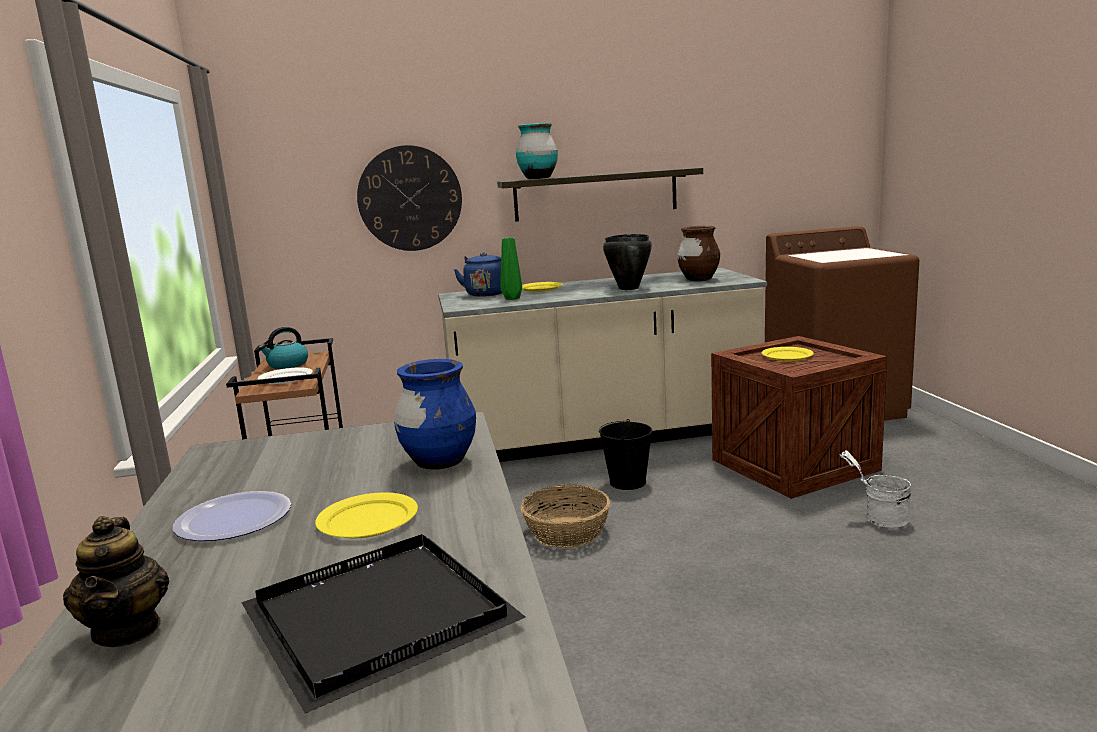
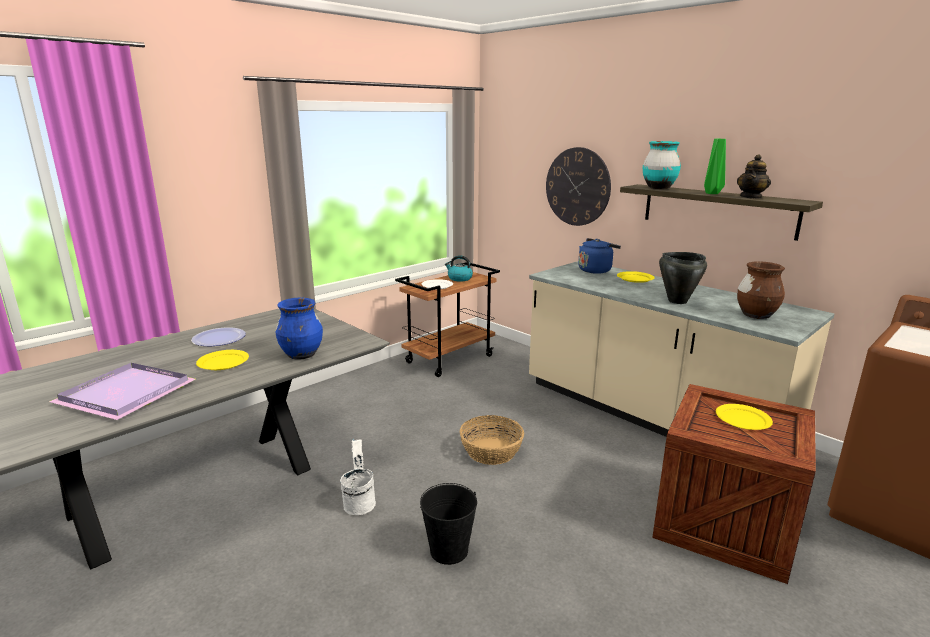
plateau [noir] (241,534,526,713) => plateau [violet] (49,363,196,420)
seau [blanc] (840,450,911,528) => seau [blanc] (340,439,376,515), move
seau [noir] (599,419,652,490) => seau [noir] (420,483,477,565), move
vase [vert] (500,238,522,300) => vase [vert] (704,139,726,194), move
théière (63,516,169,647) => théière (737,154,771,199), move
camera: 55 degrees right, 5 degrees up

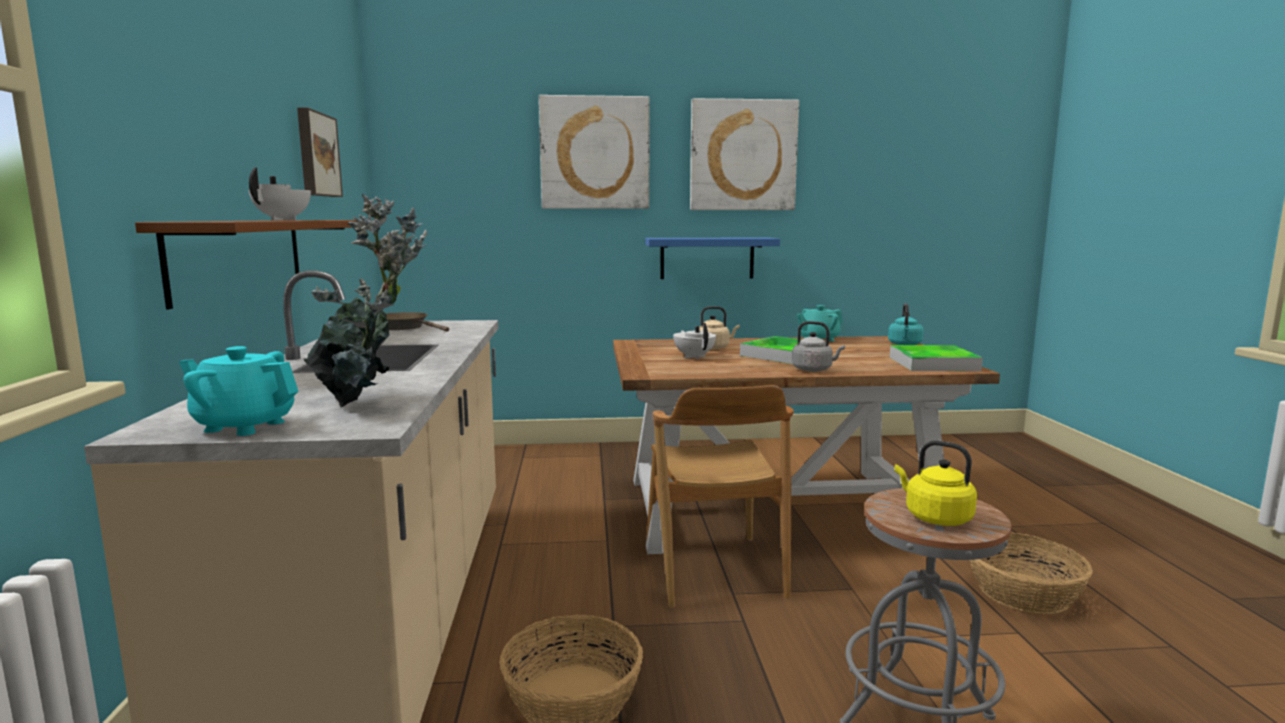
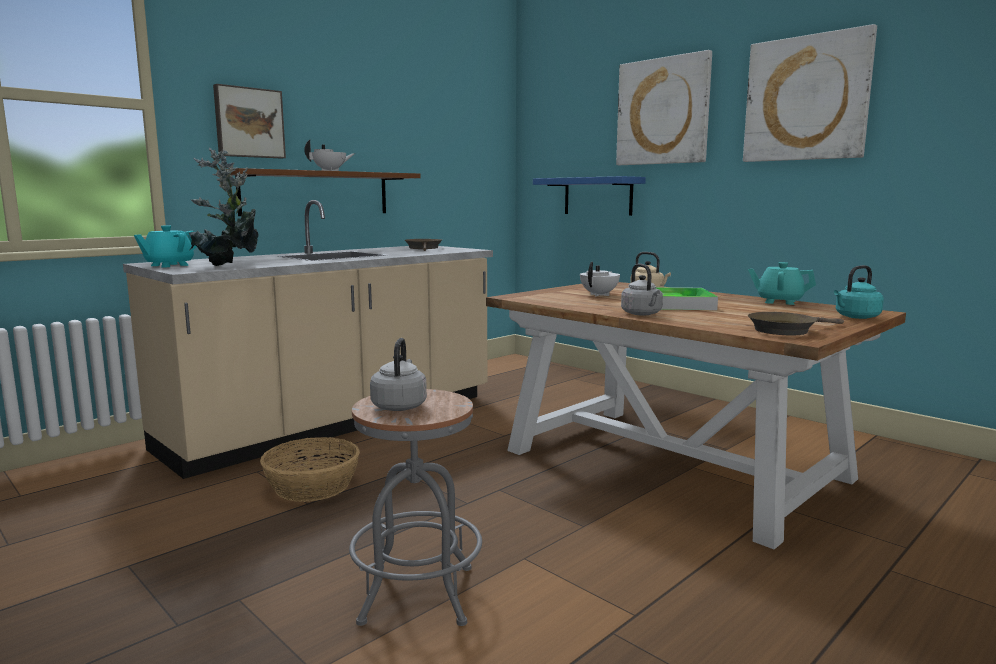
théière [turquoise] (179,346,298,436) => théière [turquoise] (134,225,197,267), 120 degrees counterclockwise
tableau (297,107,343,197) => tableau (213,84,286,158), move
bouilloire [jaune] (894,440,977,526) => bouilloire [gris] (370,338,427,411)
étagère [bleu] (645,238,780,279) => étagère [bleu] (533,176,646,216), move
plateau (890,345,983,371) => poêle [marron] (748,312,844,335)
chaise [marron] (647,385,794,608) => nothing
panier (969,532,1093,614) => nothing
camera: 50 degrees right, 0 degrees up

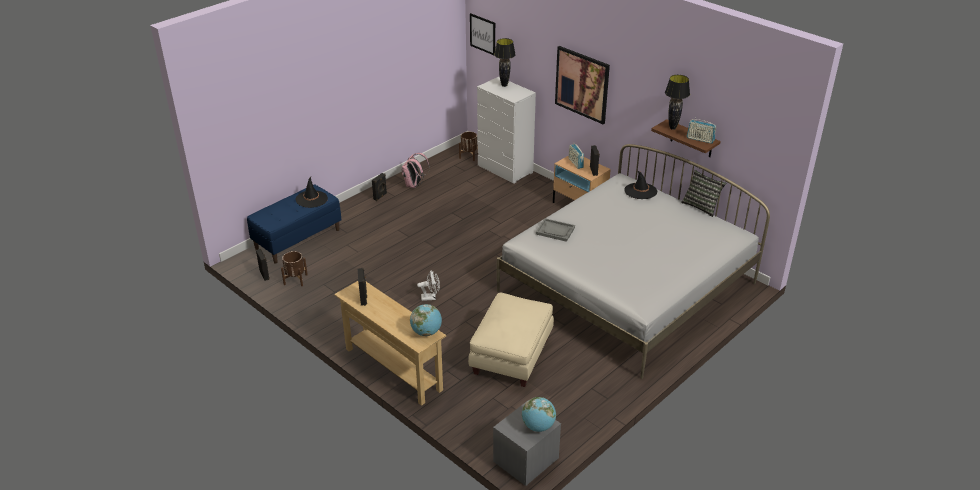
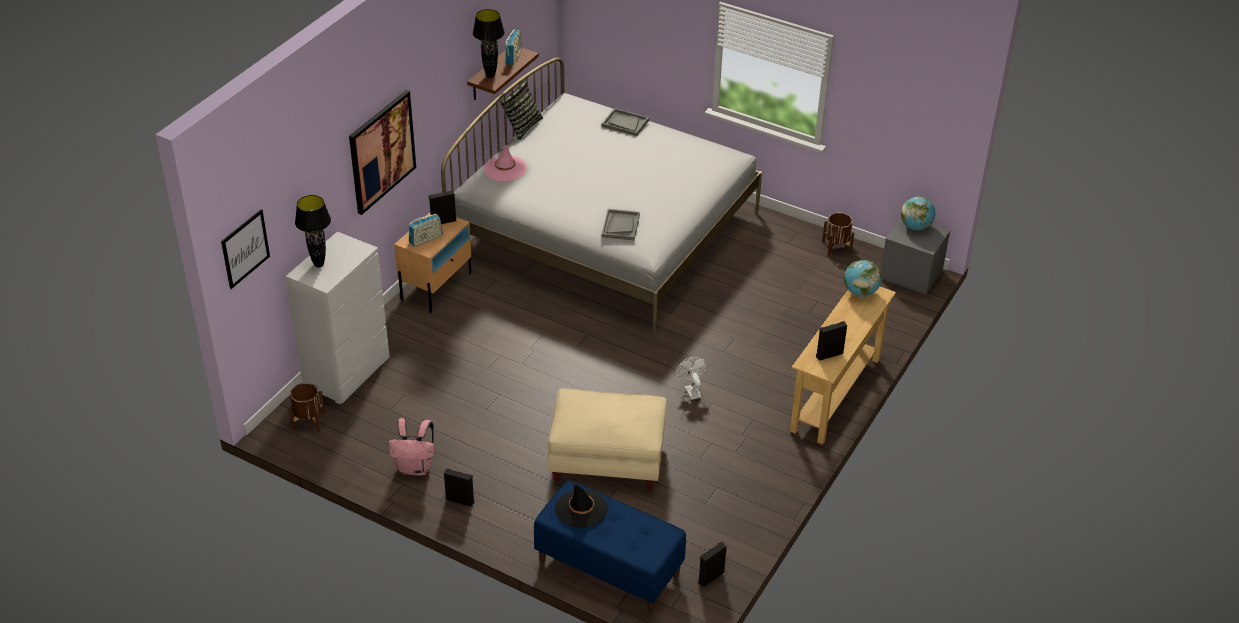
chapeau [noir] (624,171,657,199) => chapeau [rose] (484,146,527,182)
pouf [beige] (468,293,554,387) => pouf [beige] (547,389,667,489), move
nothing => plateau [gris] (602,108,649,136)
cache-pot [marron] (281,251,308,286) => cache-pot [marron] (822,212,854,256), move
camera: 105 degrees left, 5 degrees up

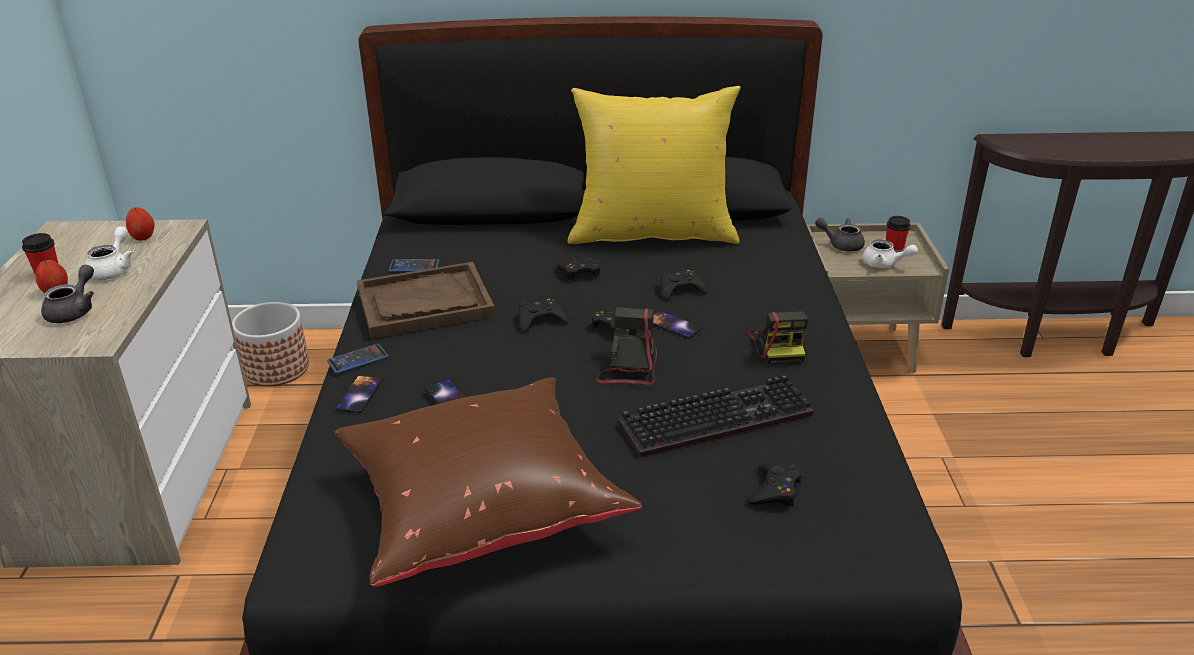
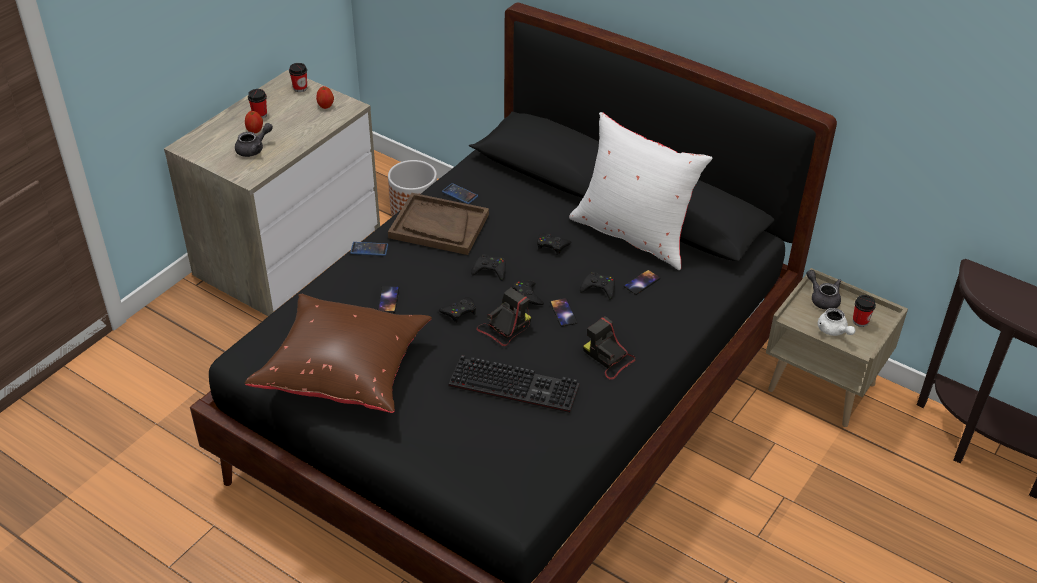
nothing => tasse (289,63,307,92)
manette [noir] (747,462,802,507) => manette [noir] (439,297,476,323), move
coussin [jaune] (568,86,741,244) => coussin [blanc] (569,112,713,270)
appareil photo (748,311,808,364) => appareil photo (583,316,636,380), 105 degrees clockwise
téléphone (336,375,383,413) => téléphone (624,270,660,295), move
théière [blanc] (84,227,134,280) => nothing
camera: 35 degrees right, 10 degrees up

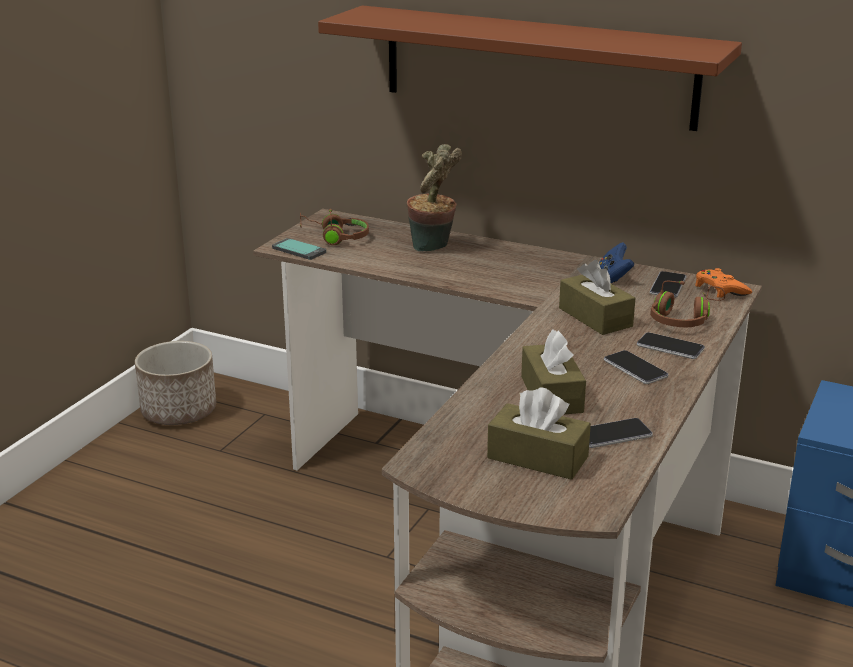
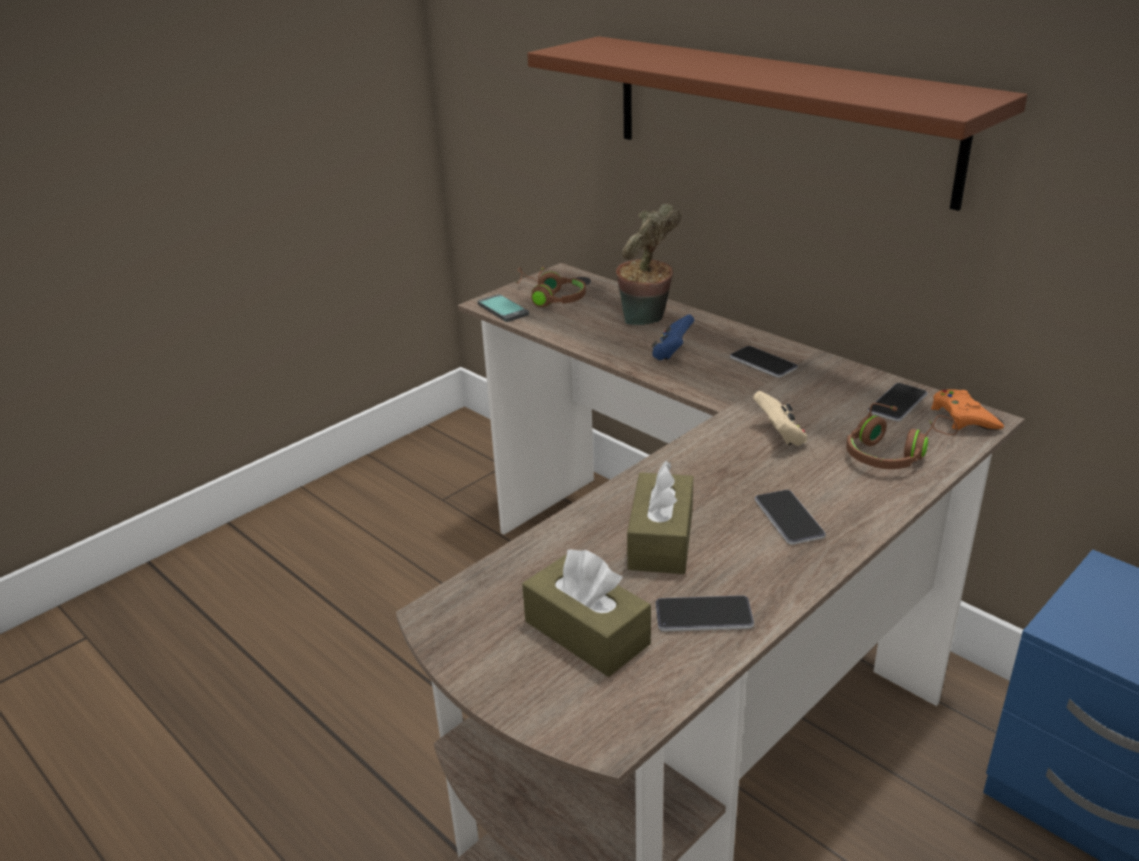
manette [bleu] (599,242,634,283) => manette [bleu] (651,314,695,360), move
téléphone (637,332,705,359) => téléphone (730,346,798,378), move
boîte à mouchoirs [marron] (559,260,635,335) => manette [beige] (753,391,807,446)
cache-pot (135,341,216,425) => nothing
camera: 20 degrees right, 5 degrees up

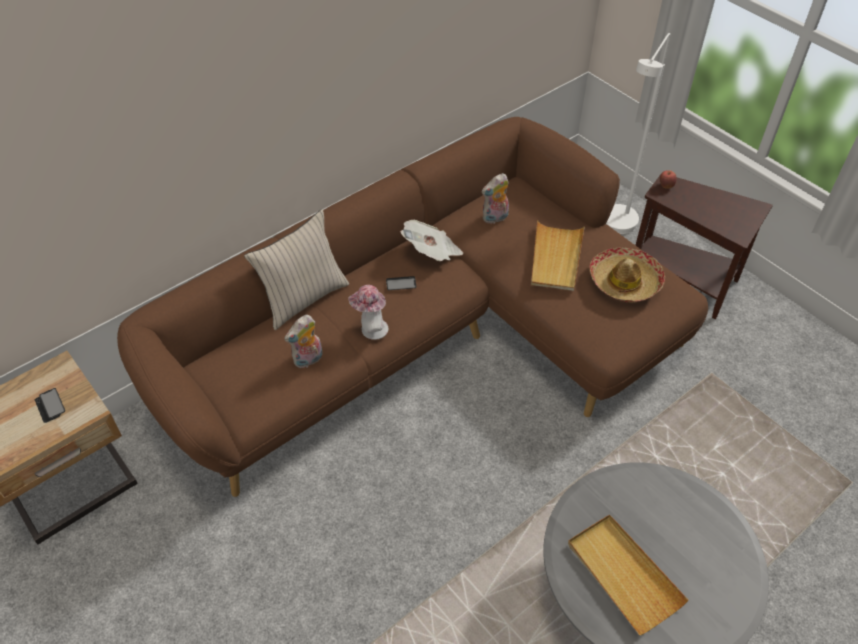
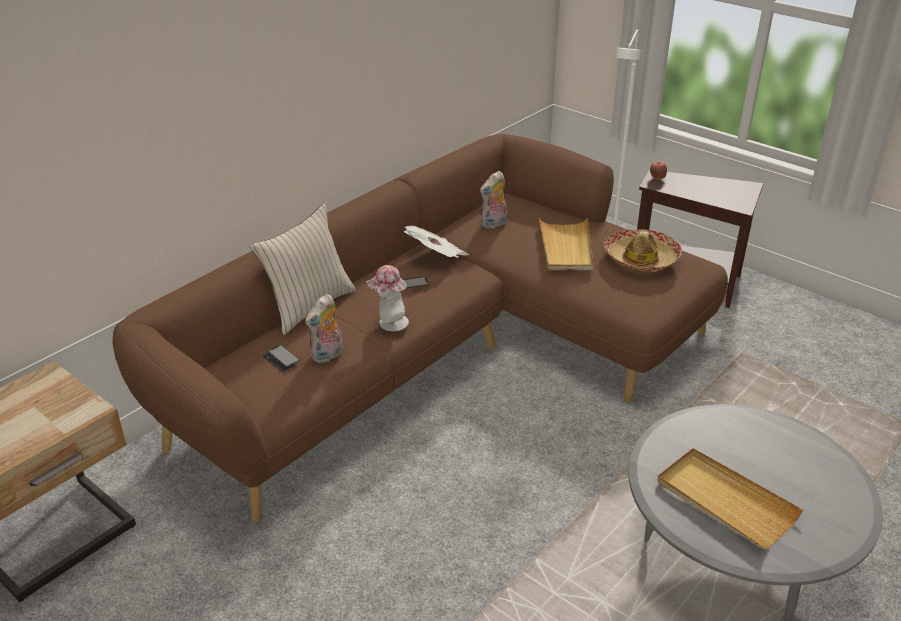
téléphone (35,388,65,423) => téléphone (263,345,300,372), move
camera: 10 degrees left, 15 degrees down

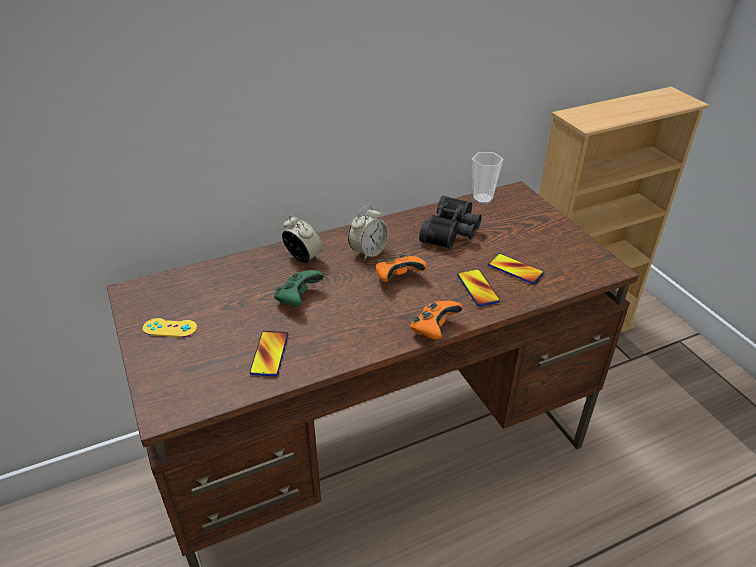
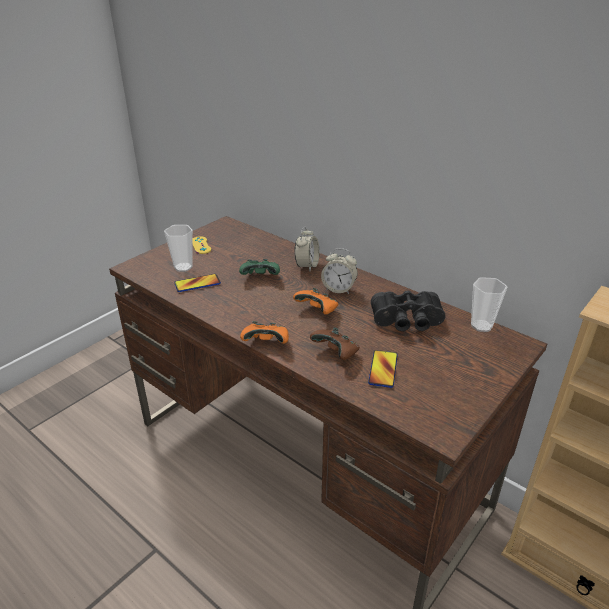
nothing => tasse (164,225,193,272)
téléphone (457,269,500,307) => manette [marron] (310,327,360,360)
camera: 65 degrees right, 5 degrees down

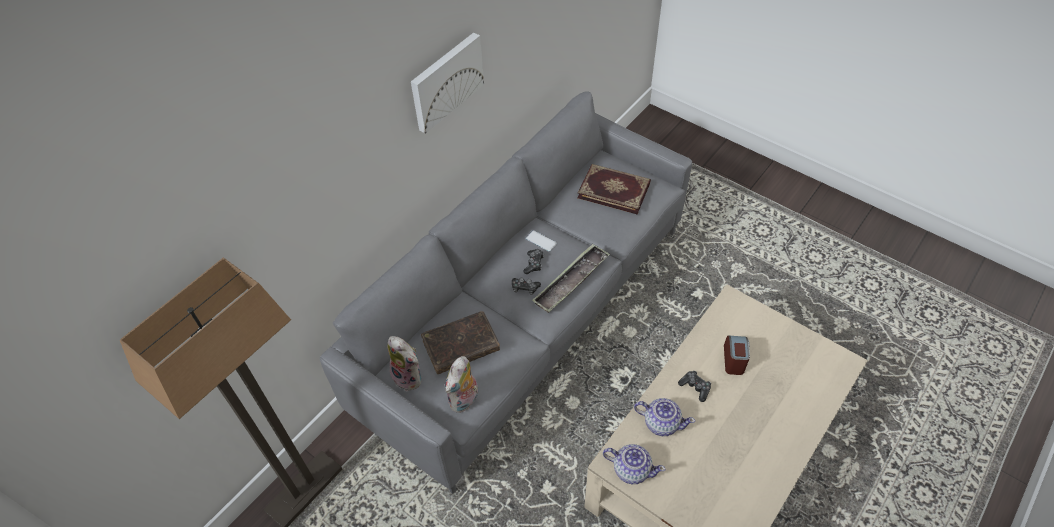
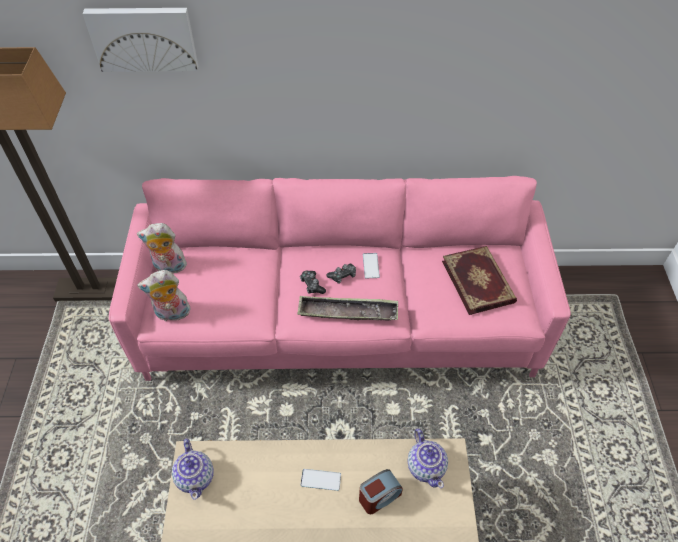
tableau (411,32,484,134) => tableau (82,8,198,72), move
canapé [gris] (320,91,692,494) => canapé [rose] (109,176,571,381)
peluche (388,336,421,391) => peluche (137,223,187,274), 90 degrees clockwise
manette (678,371,711,402) => téléphone (300,469,341,491)
théière (634,398,695,436) => théière (407,428,448,488), move
livre [marron] (421,311,500,374) => nothing
camera: 50 degrees right, 0 degrees up

